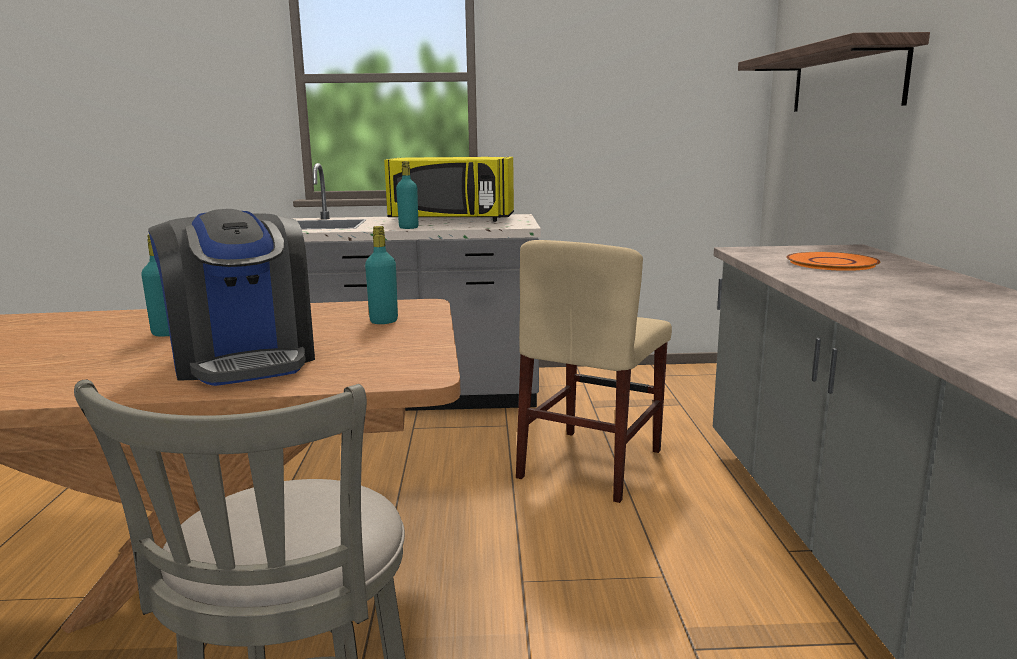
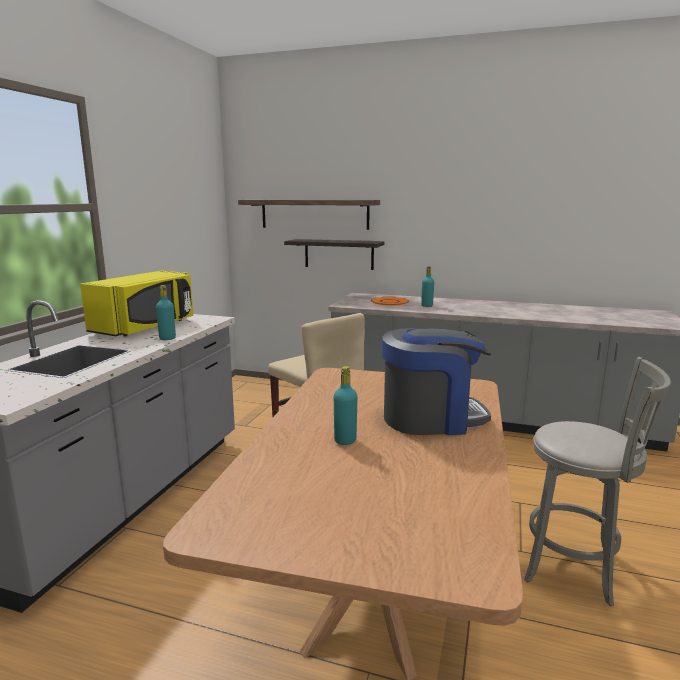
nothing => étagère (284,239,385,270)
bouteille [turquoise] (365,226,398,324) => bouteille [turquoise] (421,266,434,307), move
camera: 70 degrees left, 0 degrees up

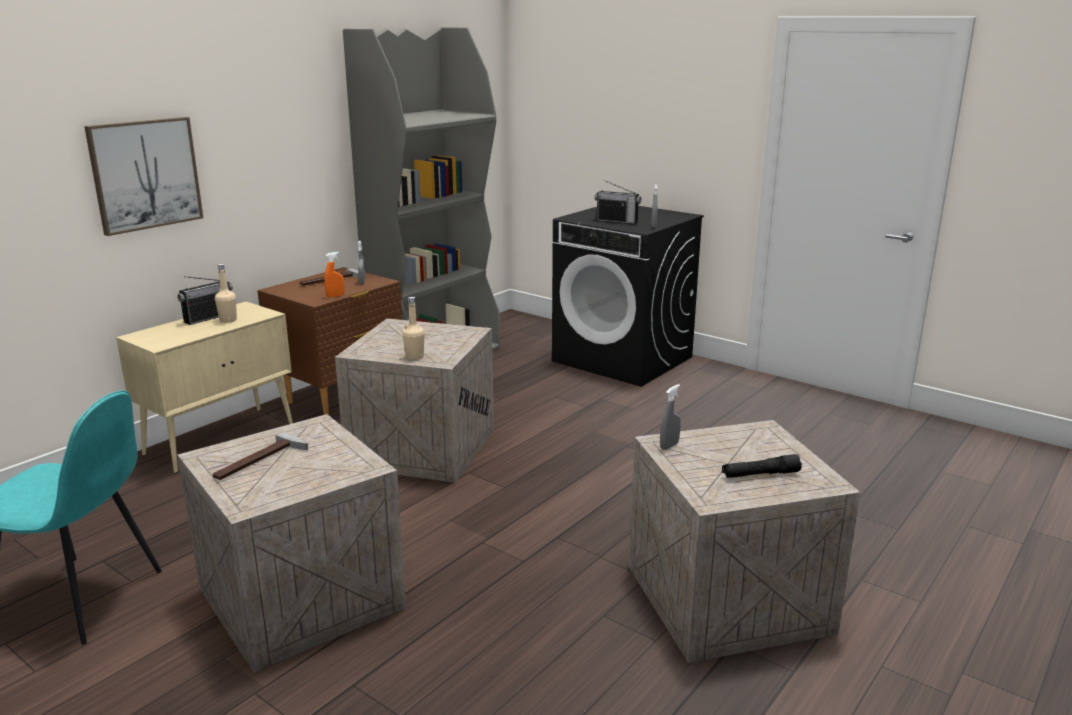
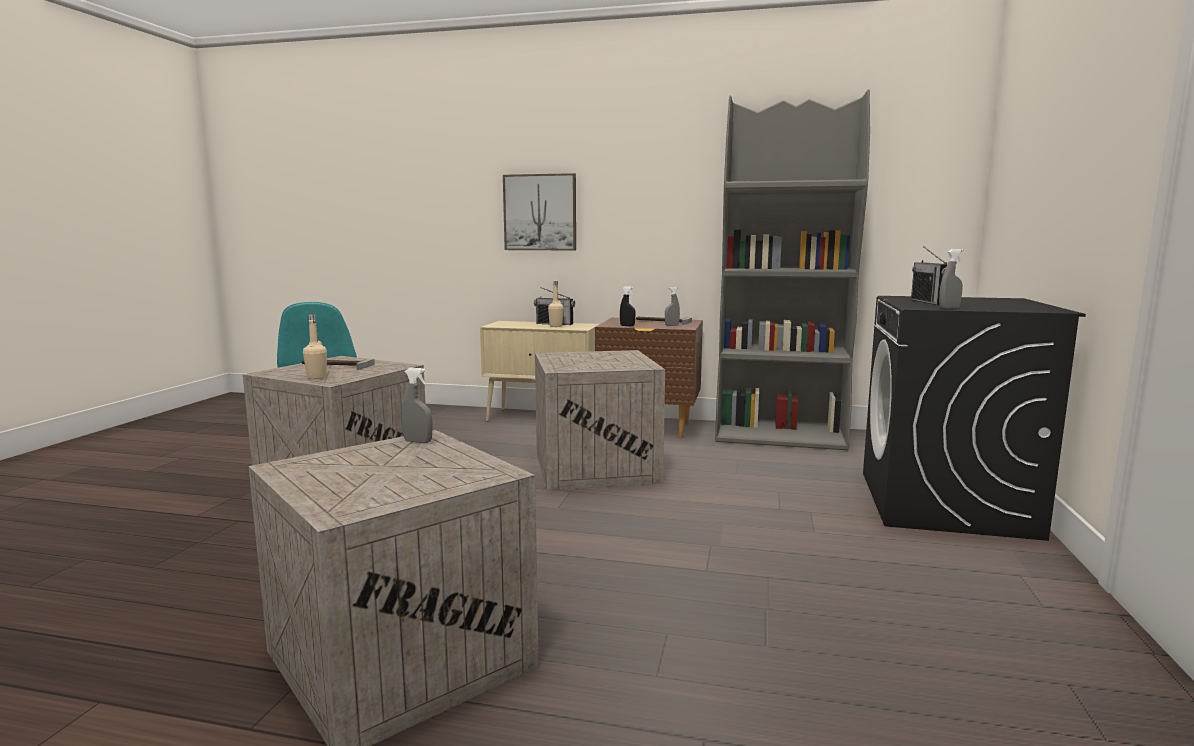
bouteille [beige] (403,297,425,360) => bouteille [beige] (303,314,327,379), move
vaporisateur [orange] (324,252,344,298) => vaporisateur [noir] (620,286,635,327)
lampe de poche [noir] (722,454,802,478) => nothing
camera: 65 degrees right, 10 degrees down

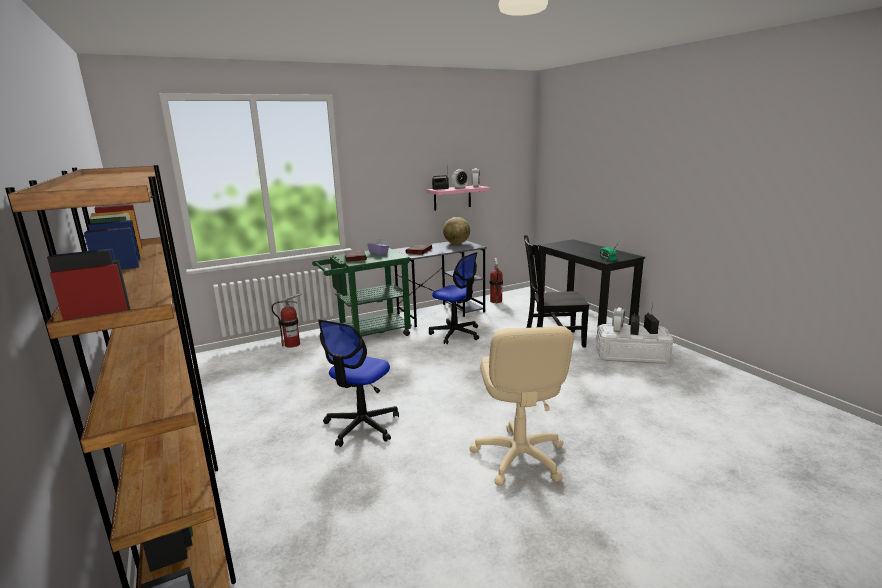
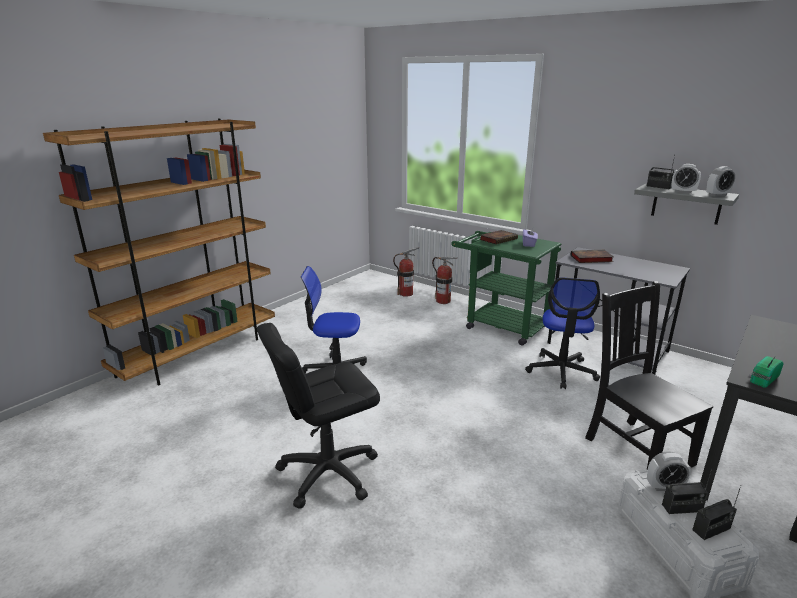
chaise de bureau [beige] (469,326,574,486) => chaise de bureau [noir] (257,323,380,509)
extincteur (490,258,503,303) => extincteur (393,247,419,297), move
étagère [rose] (427,186,490,211) => étagère [gris] (634,184,739,225)
globe (443,217,470,244) => nothing
camera: 65 degrees right, 5 degrees up

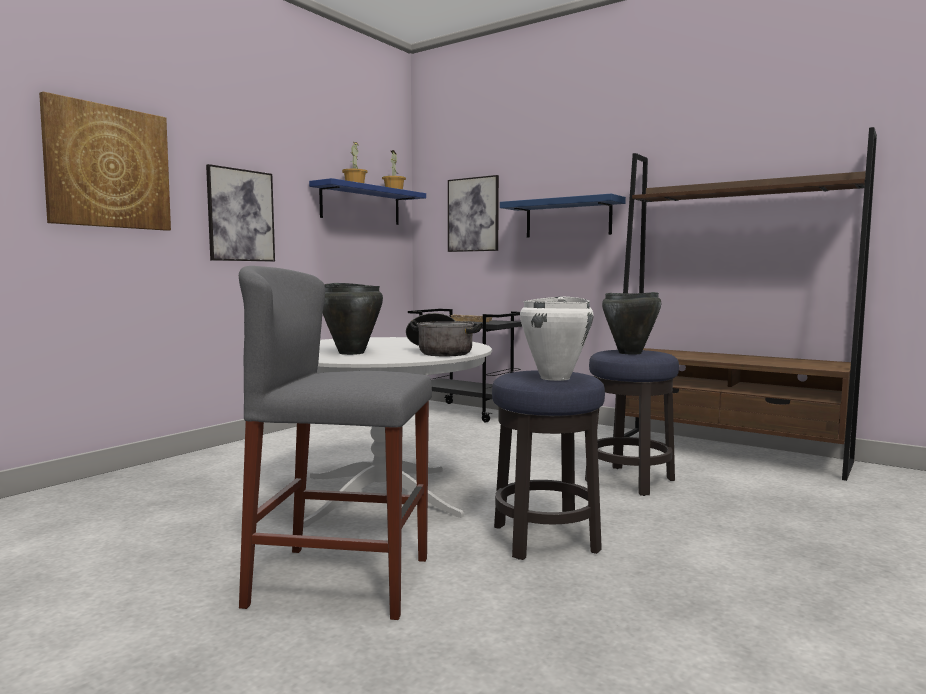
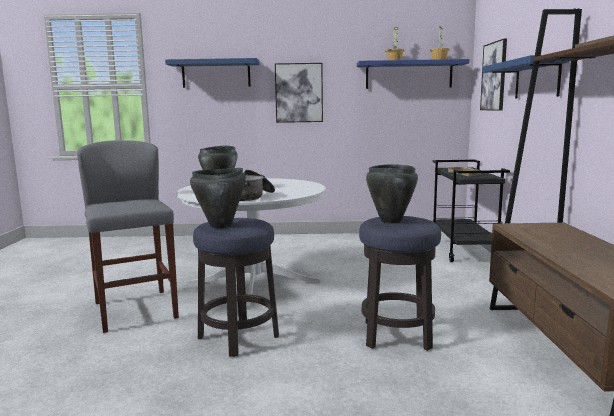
tableau (39,92,171,231) => étagère [bleu] (165,58,259,88)
marmite [blanc] (520,296,594,381) => marmite [noir] (190,168,246,229)
camera: 55 degrees right, 5 degrees up

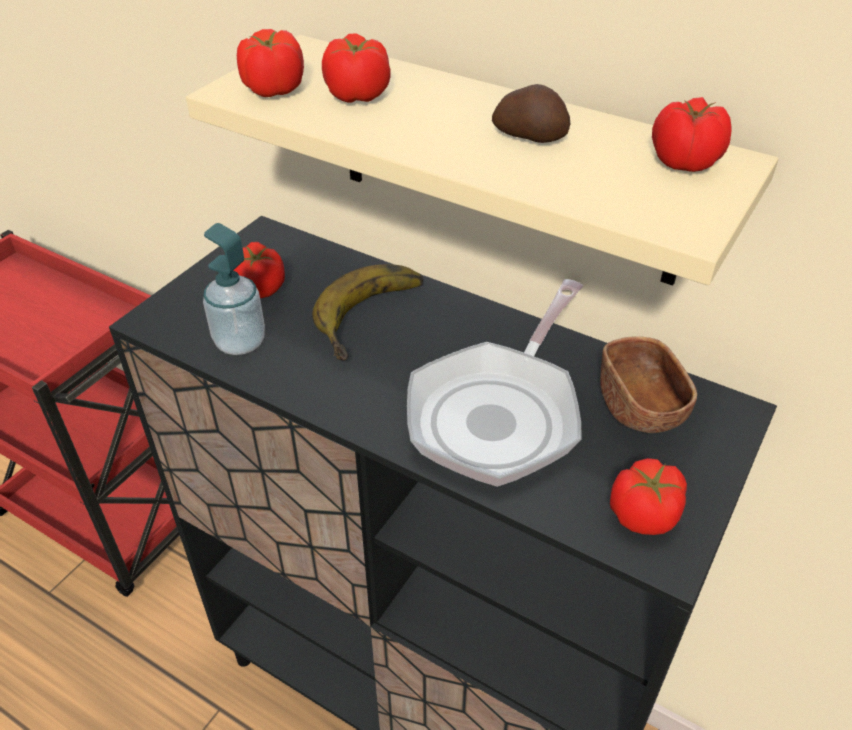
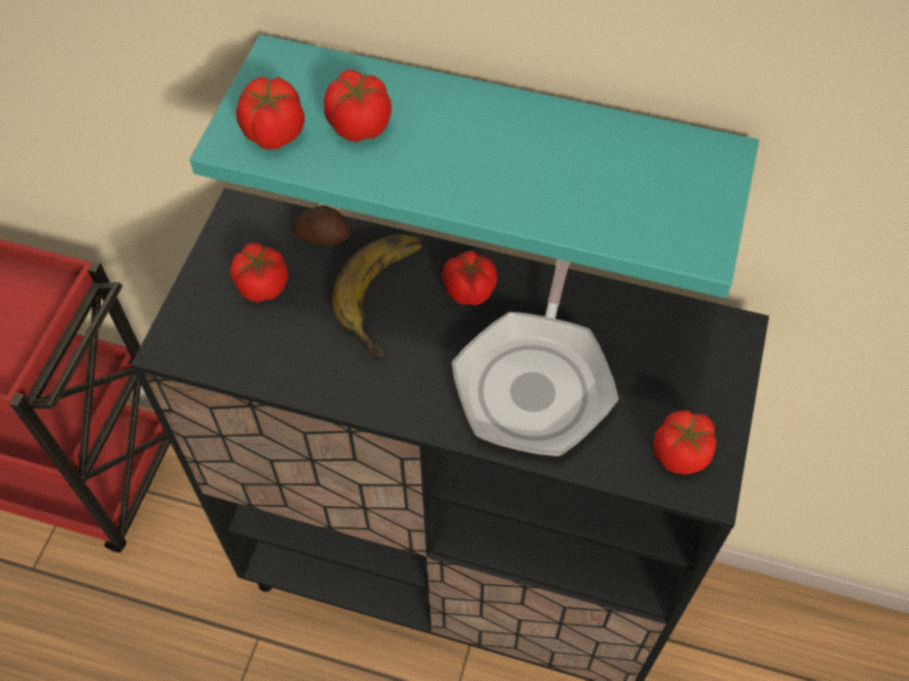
étagère [beige] (186,35,778,285) => étagère [turquoise] (190,35,759,298)
pomme de terre (492,84,570,143) => pomme de terre (292,205,350,246), move
tomate (652,97,732,172) => tomate (442,251,497,306), move
distributeur de savon (203,223,265,355) => nothing
bol [marron] (600,336,697,433) => nothing
camera: 15 degrees left, 15 degrees up

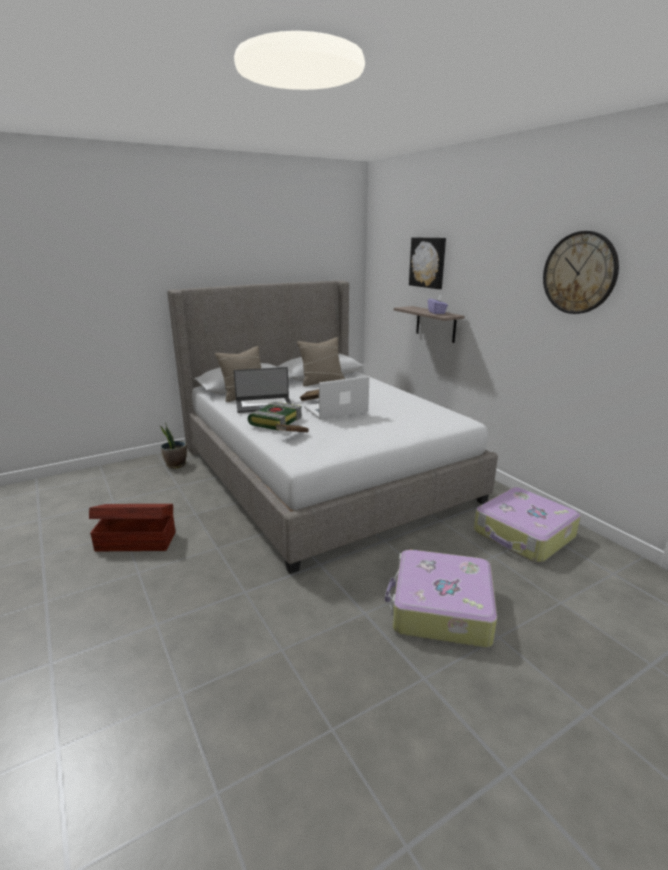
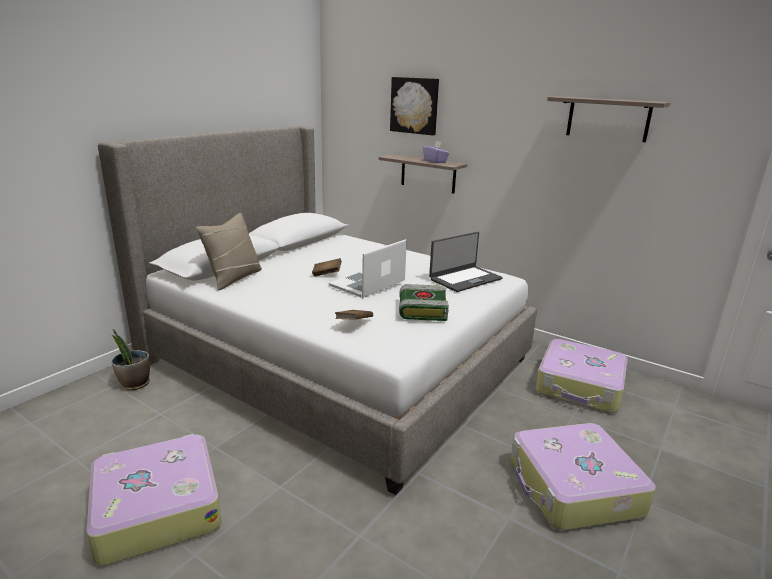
boîte de rangement [marron] (89,504,175,551) => valise (86,434,221,566)
livre (248,402,302,431) => livre (399,284,449,321), move
ordinateur portable (234,367,292,413) => ordinateur portable (429,232,503,292), move
horloge murale (543,231,619,314) => étagère (547,96,671,142)
coussin [beige] (297,337,345,386) => nothing
camera: 25 degrees left, 0 degrees up

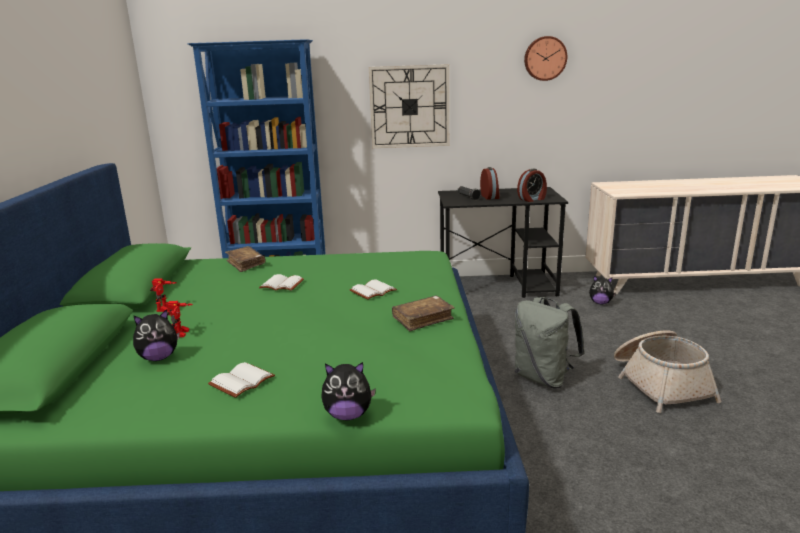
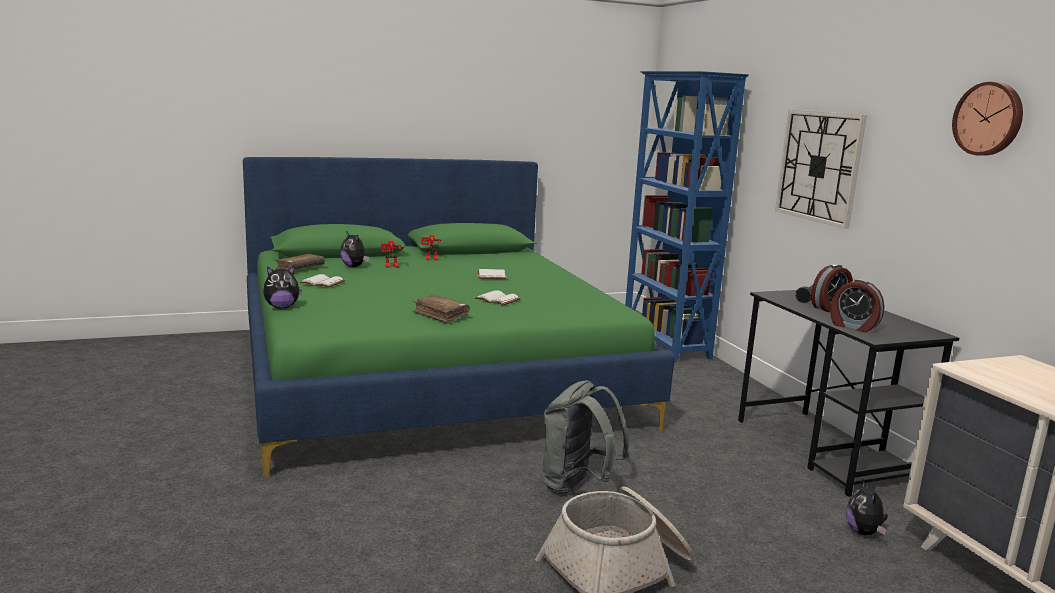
peluche (321,362,376,420) => peluche (263,266,301,308), 90 degrees counterclockwise
livre [marron] (225,246,266,272) => livre [marron] (274,254,325,270), move
camera: 70 degrees right, 5 degrees down

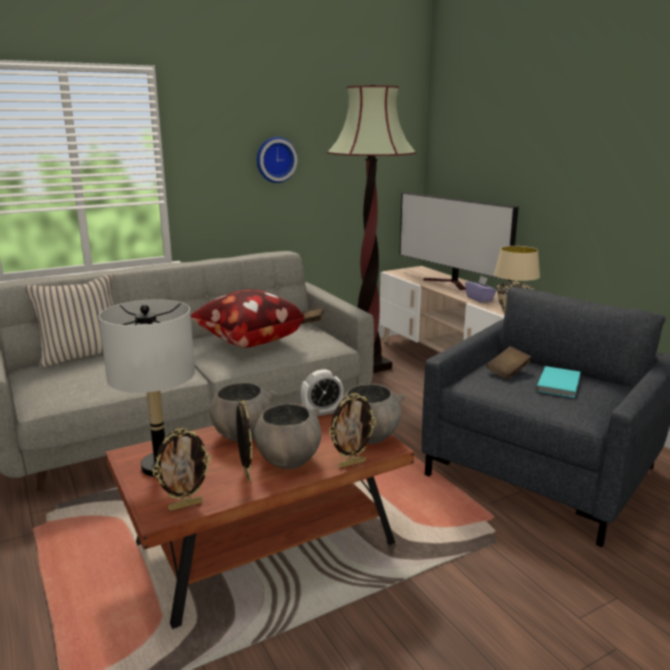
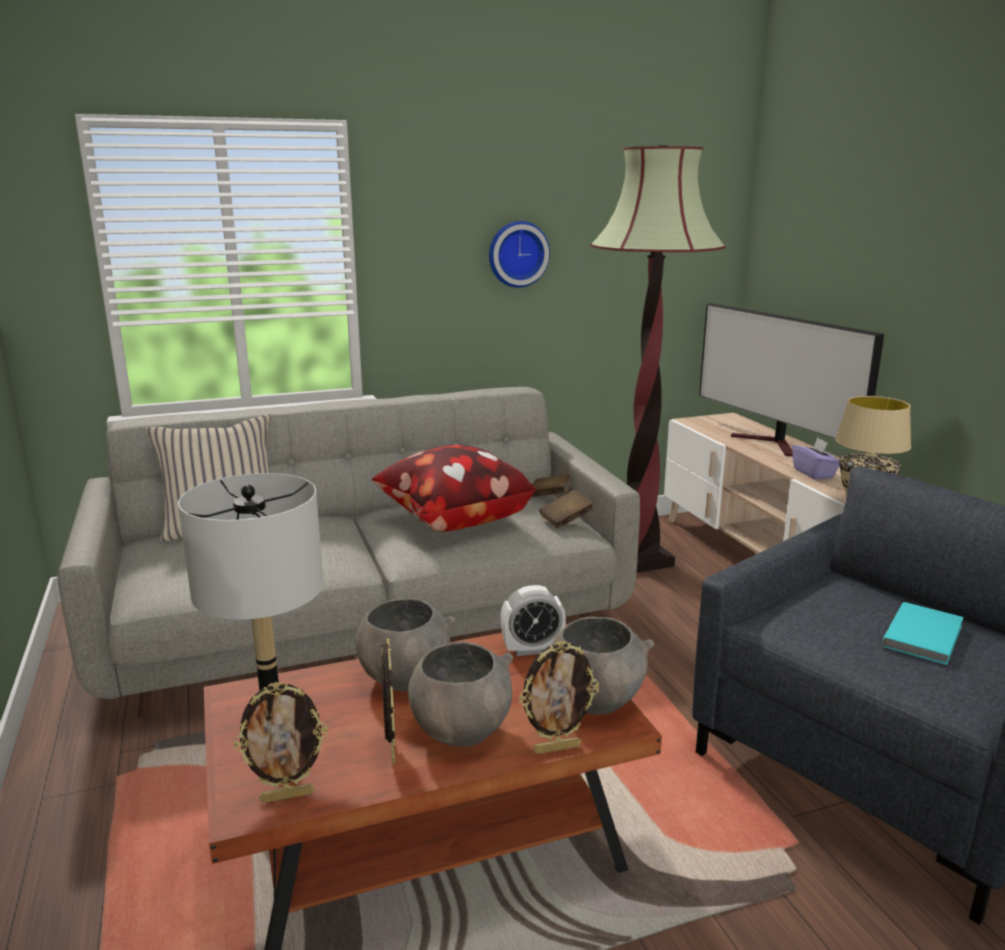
livre [marron] (487,346,531,379) => livre [marron] (539,490,593,528), move
camera: 10 degrees right, 0 degrees up

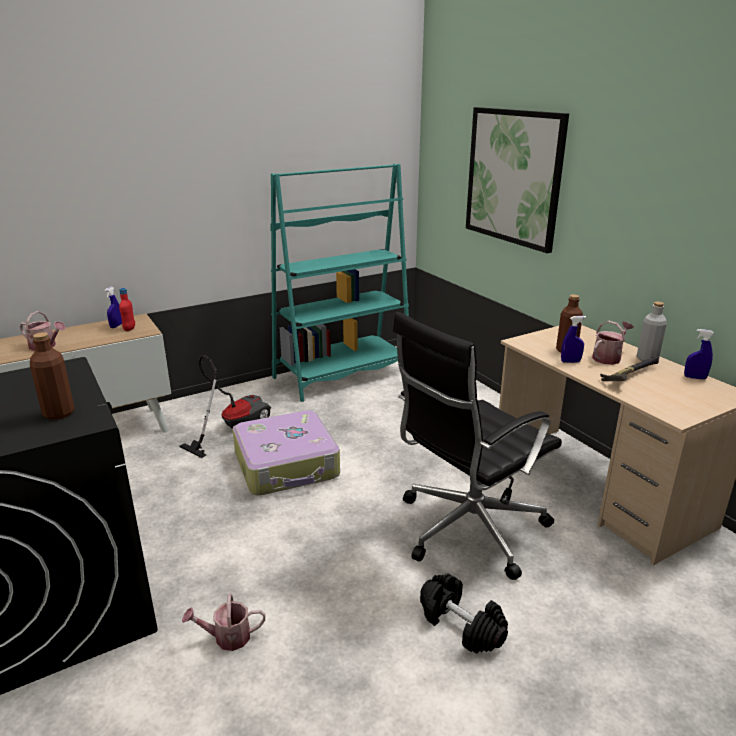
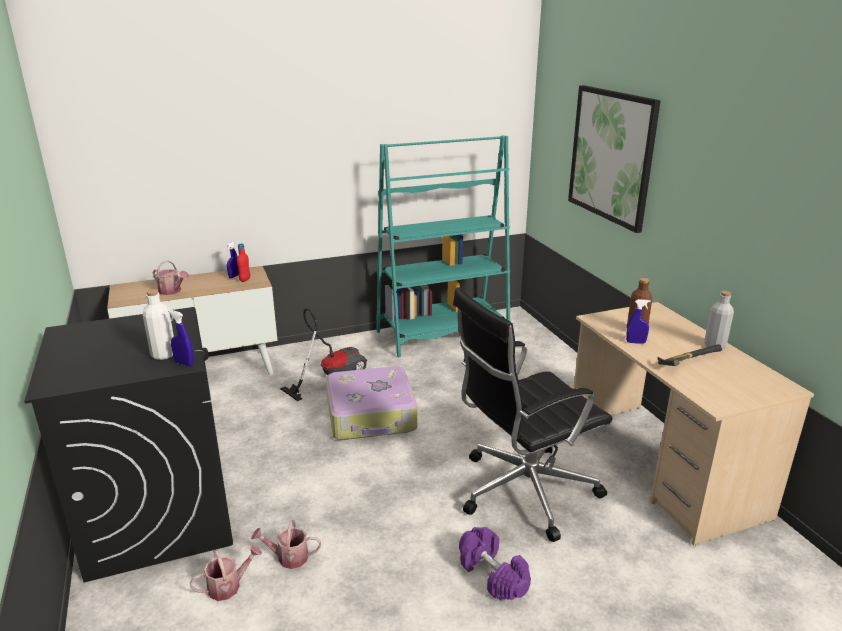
bouteille [marron] (30,332,75,420) => bouteille [blanc] (143,289,174,360)
vaporisateur [bleu] (684,329,714,380) => vaporisateur [bleu] (168,310,194,367), move
arrosoir (592,321,634,365) => arrosoir (190,545,262,601), move
haltère [noir] (420,574,508,654) => haltère [violet] (459,527,531,600)
camera: 10 degrees right, 0 degrees up

